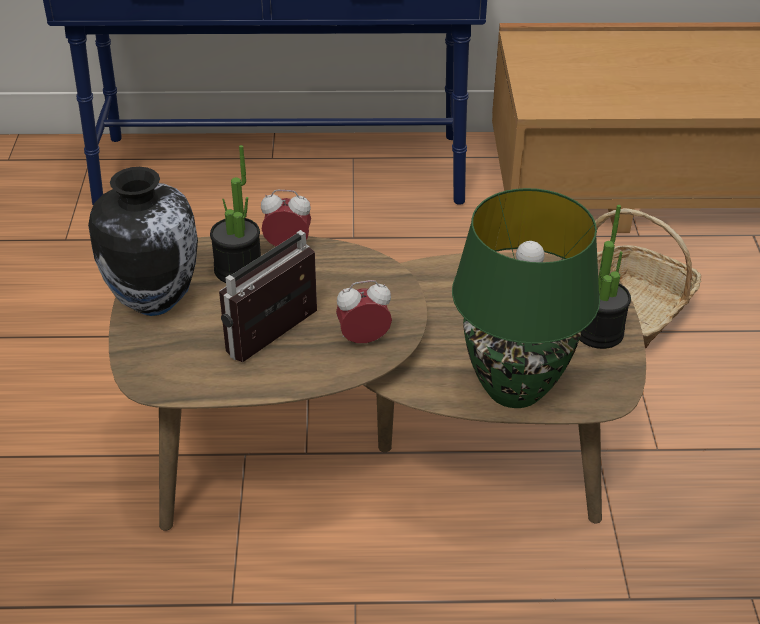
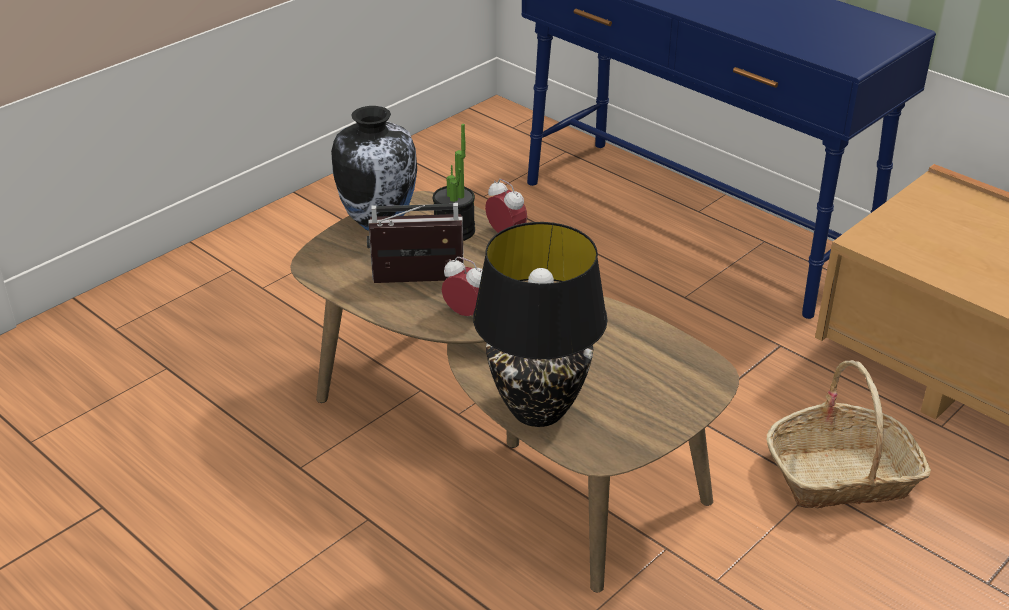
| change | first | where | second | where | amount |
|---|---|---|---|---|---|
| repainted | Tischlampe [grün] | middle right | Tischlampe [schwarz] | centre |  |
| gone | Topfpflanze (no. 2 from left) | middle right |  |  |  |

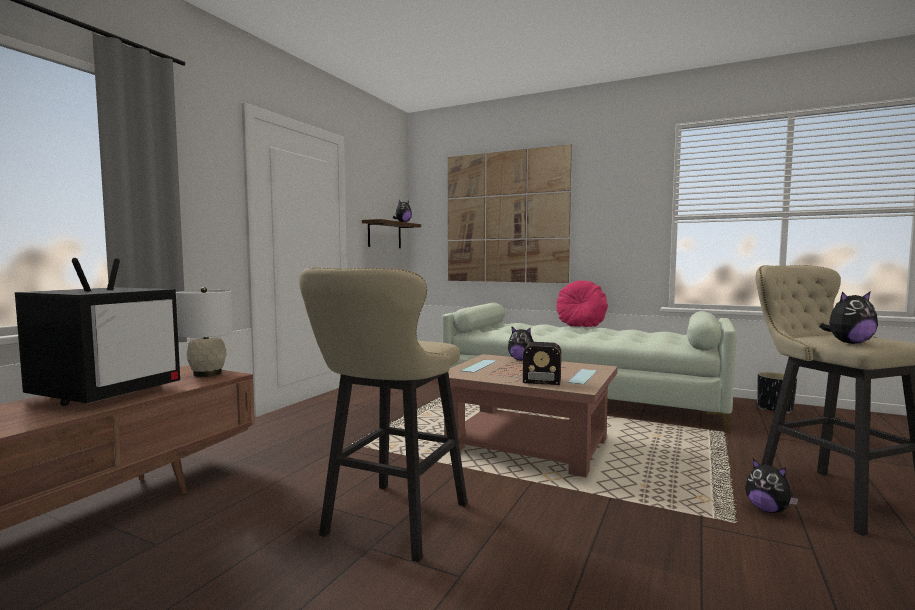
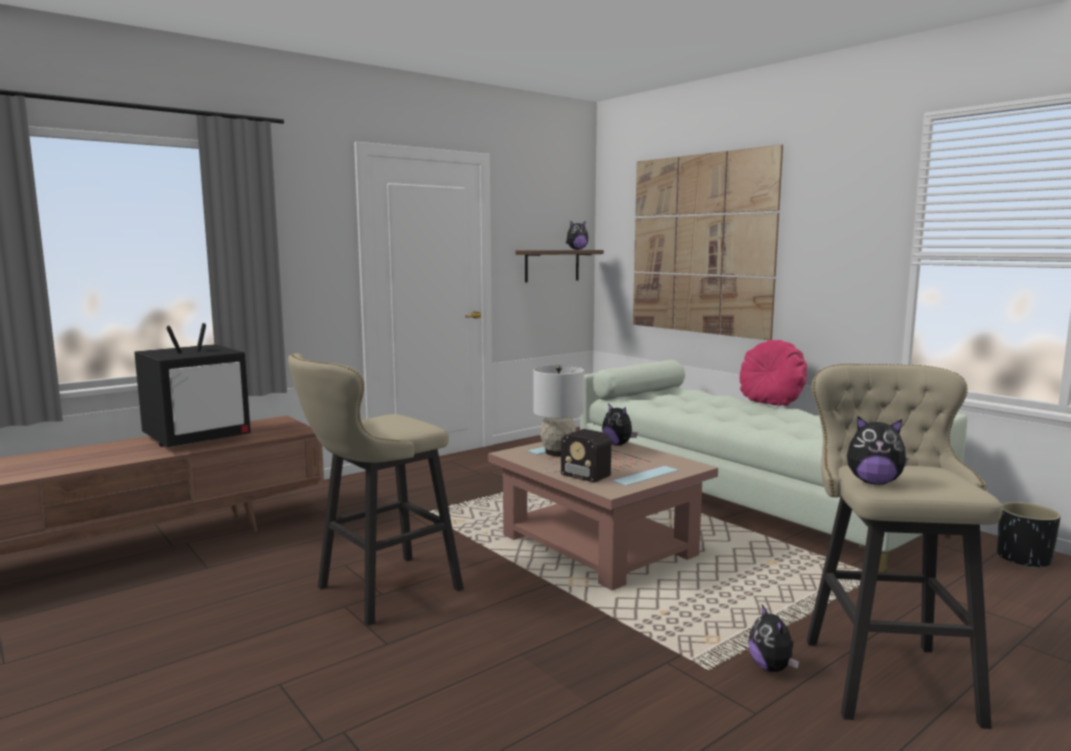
| change | first | where | second | where | amount |
|---|---|---|---|---|---|
| shifted | Tischlampe [weiß] | middle left |  | centre |  |

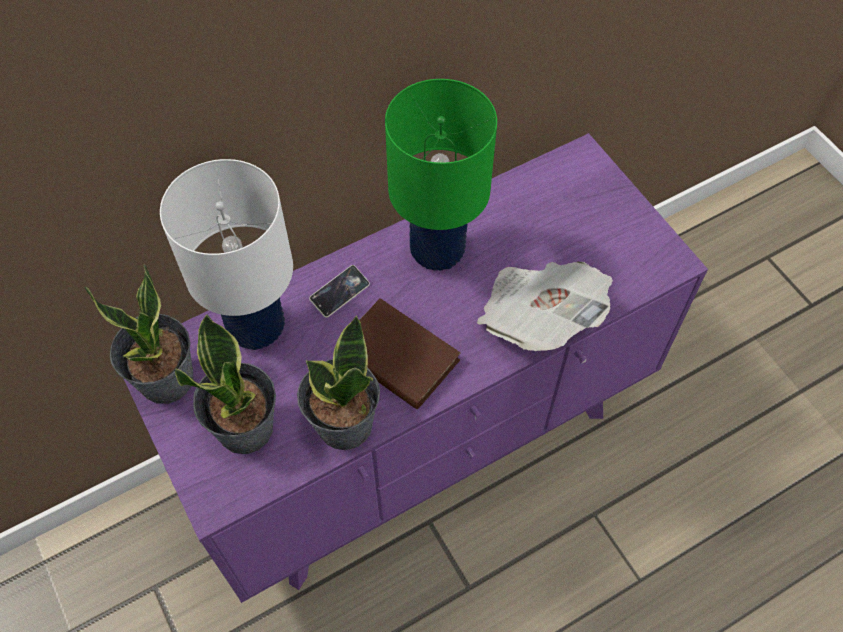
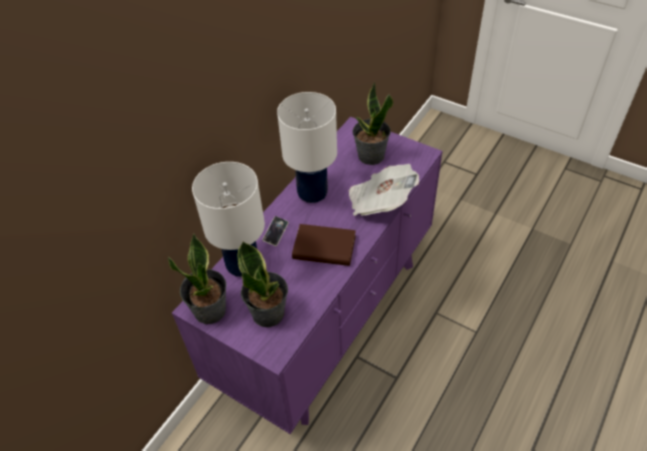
| change | first | where | second | where | amount |
|---|---|---|---|---|---|
| repainted | Tischlampe [grün] | top centre | Tischlampe [weiß] (no. 2 from left) | top centre |  |
| shifted | Topfpflanze (no. 3 from left) | centre |  | top centre |  |

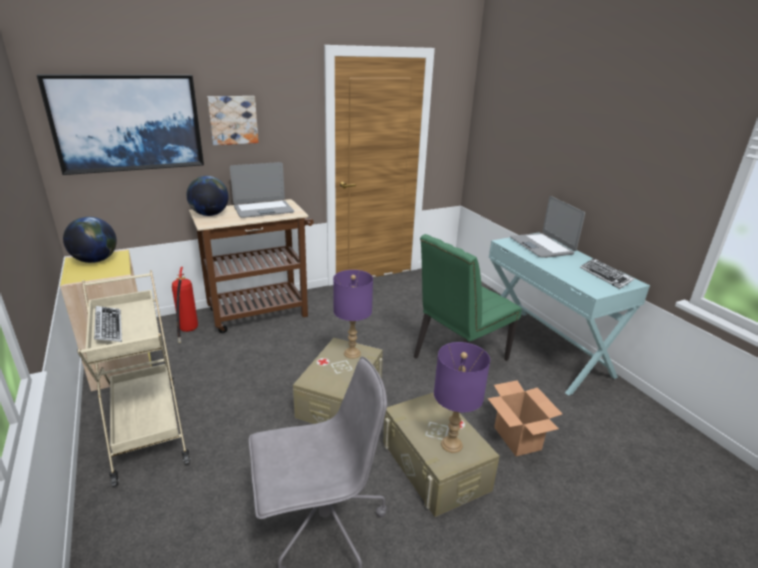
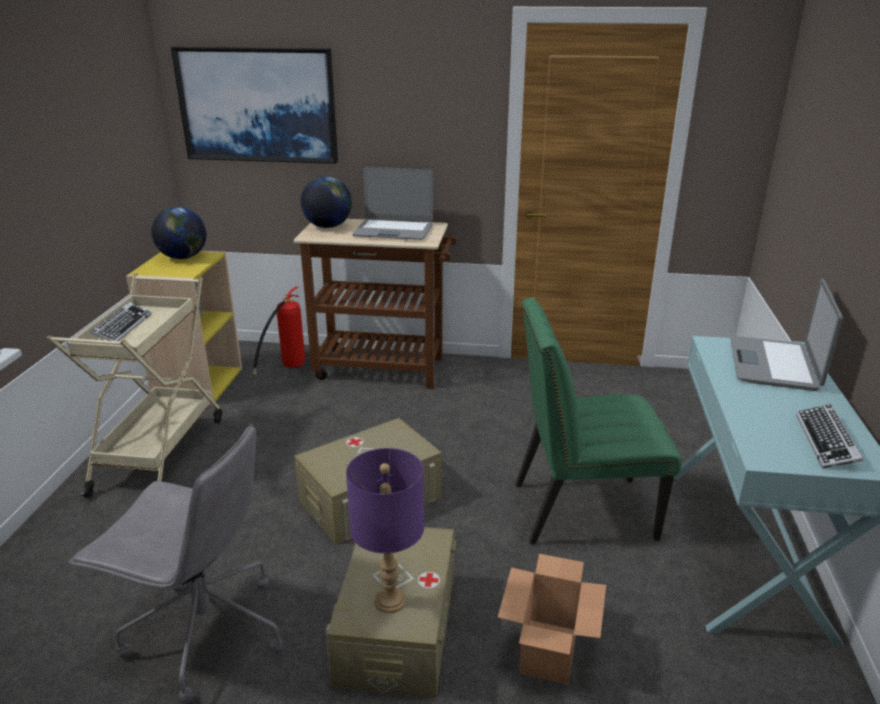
| change | first | where | second | where | amount |
|---|---|---|---|---|---|
| gone | Bild (no. 2 from left) | top left |  |  |  |
| gone | Tischlampe [lila] (no. 1 from left) | centre |  |  |  |

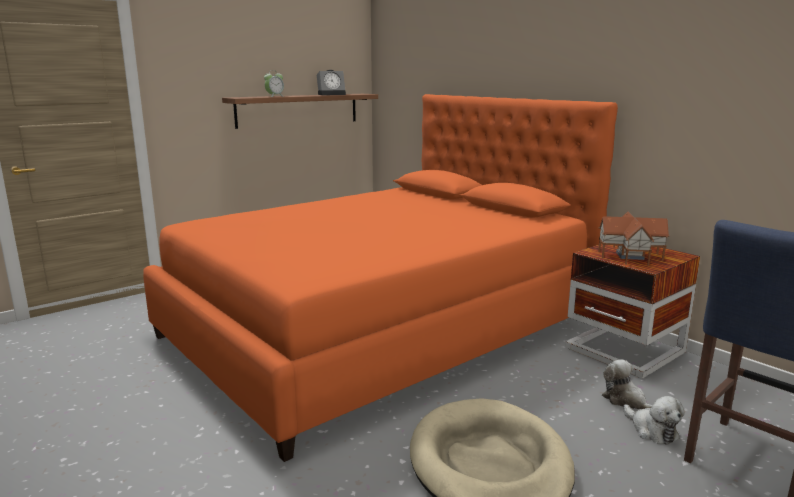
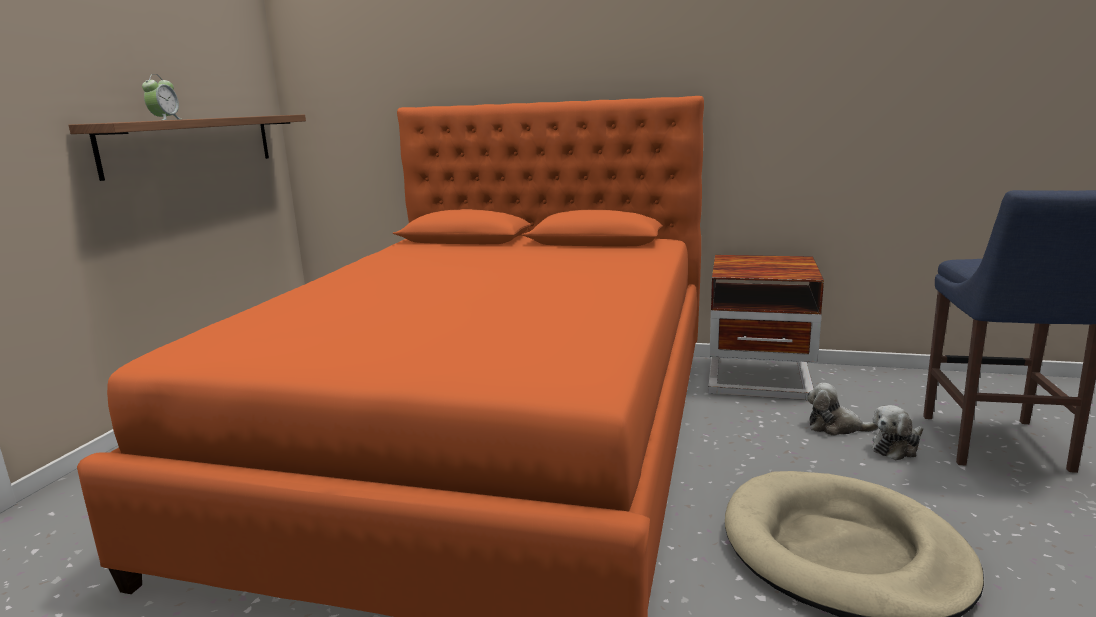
| change | first | where | second | where | amount |
|---|---|---|---|---|---|
| rotated | Plüschtier (no. 2 from left) | bottom right |  | bottom right | 120 degrees clockwise |
| gone | Wecker (no. 2 from left) | top centre |  |  |  |
| gone | Spielzeughaus | middle right |  |  |  |

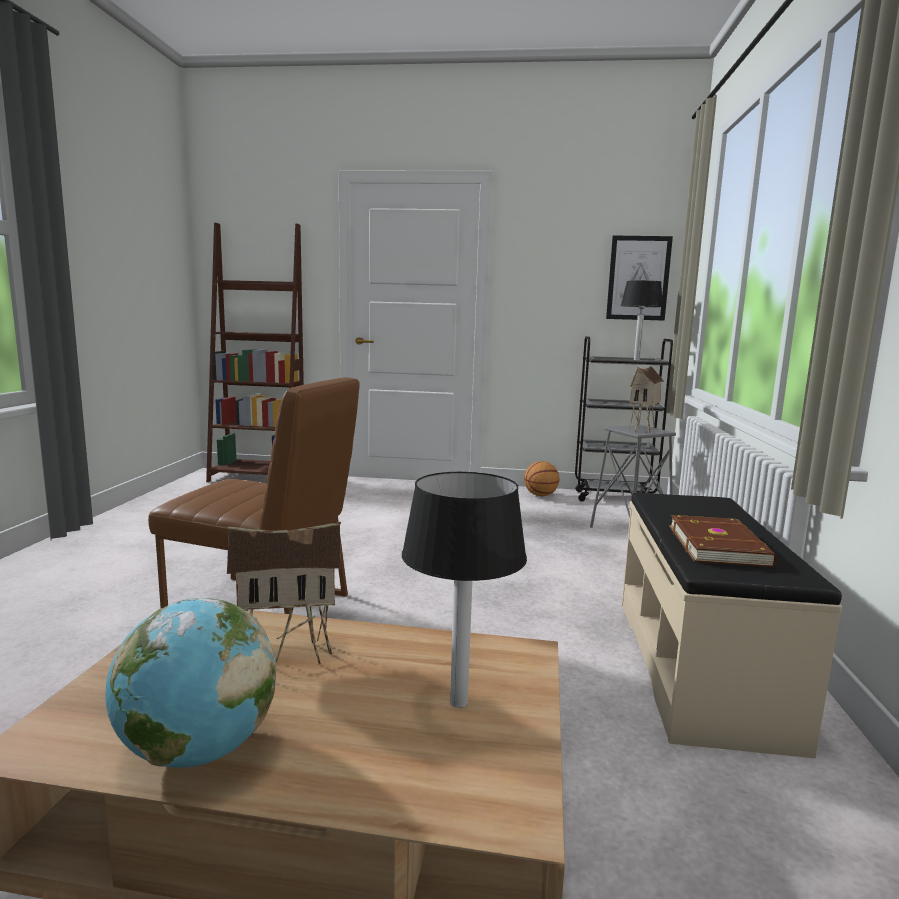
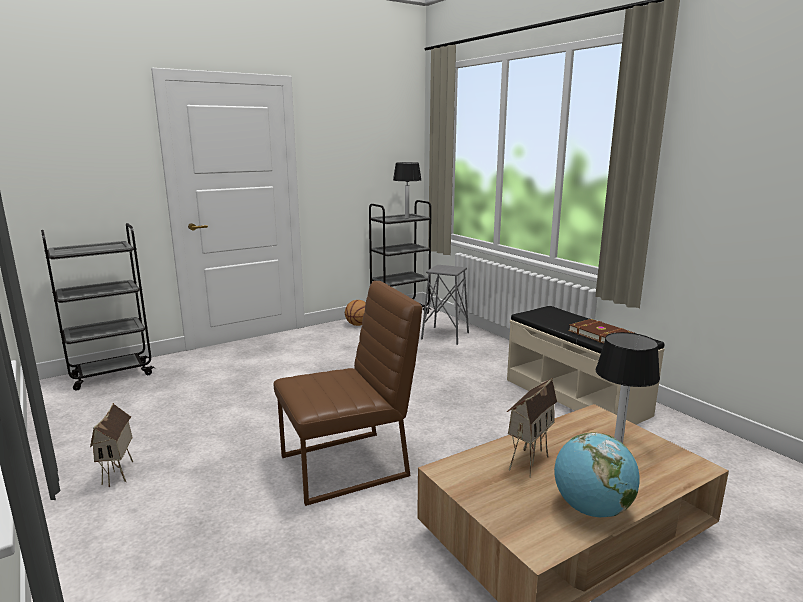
| change | first | where | second | where | amount |
|---|---|---|---|---|---|
| swapped | Bücherregal [braun] | middle left | Rollwagen [grau] (no. 1 from left) | middle left |  |
| shifted | Spielzeughaus (no. 2 from left in the first image) | middle right | Spielzeughaus (no. 1 from left) | bottom left |  |
| gone | Bild | top right |  |  |  |

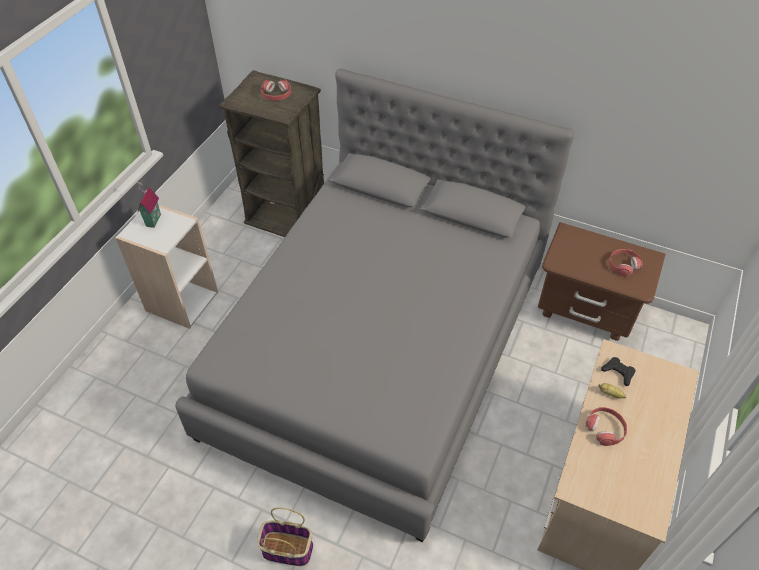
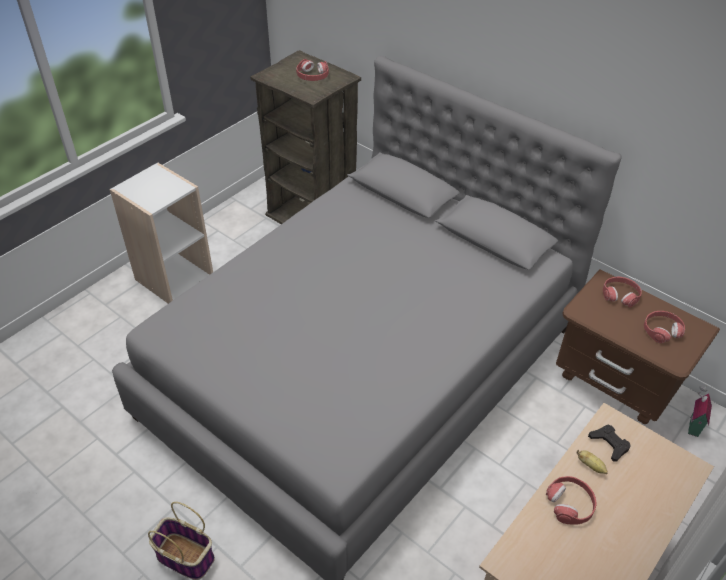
| change | first | where | second | where | amount |
|---|---|---|---|---|---|
| new |  |  | Kopfhörer [rot] (no. 3 from left) | middle right |  |
| shifted | Spielzeughaus | middle left |  | bottom right |  |

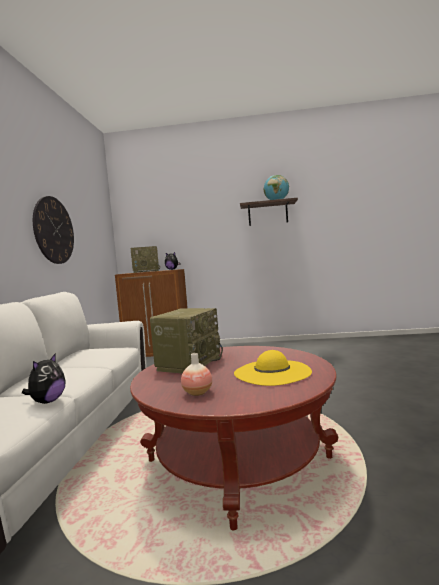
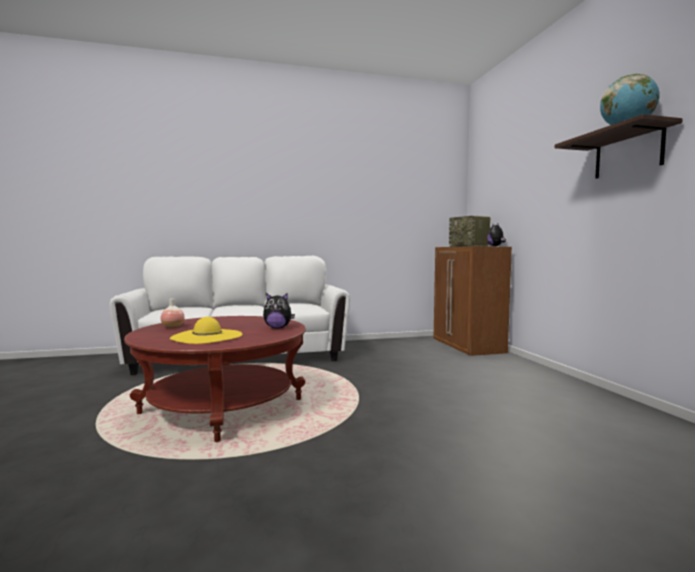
| change | first | where | second | where | amount |
|---|---|---|---|---|---|
| shifted | Plüschtier (no. 1 from left) | middle left |  | centre |  |
| gone | Wanduhr | middle left |  |  |  |
| gone | Radio (no. 2 from left) | centre |  |  |  |

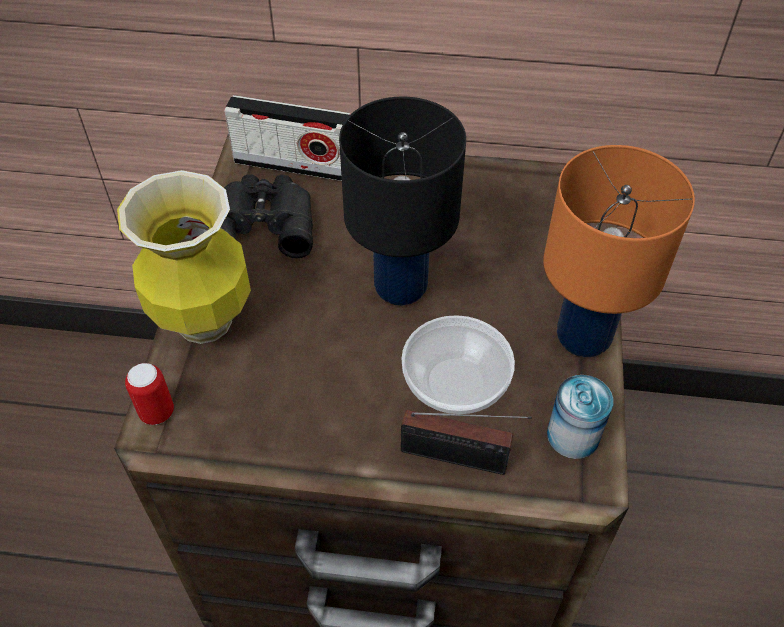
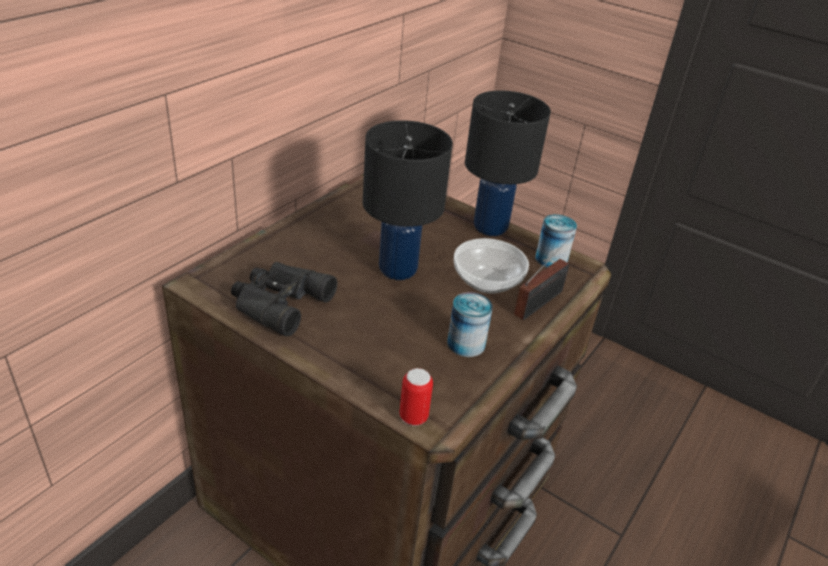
| change | first | where | second | where | amount |
|---|---|---|---|---|---|
| new |  |  | Dose (no. 2 from left) | centre |  |
| repainted | Tischlampe [orange] | middle right | Tischlampe [schwarz] (no. 2 from left) | top centre |  |
| gone | Vase | middle left |  |  |  |
| gone | Radio (no. 1 from left) | top centre |  |  |  |

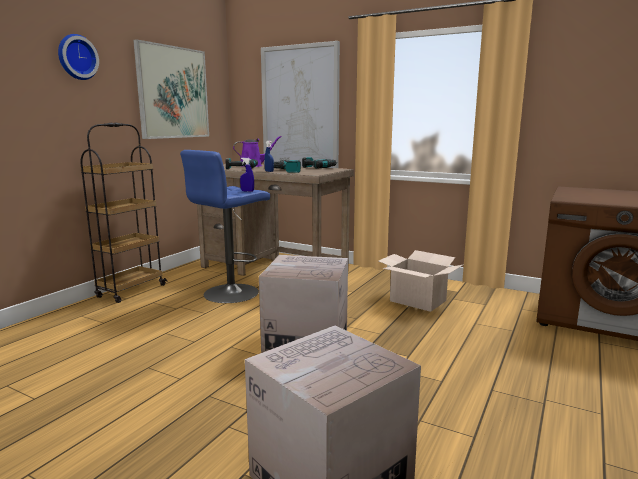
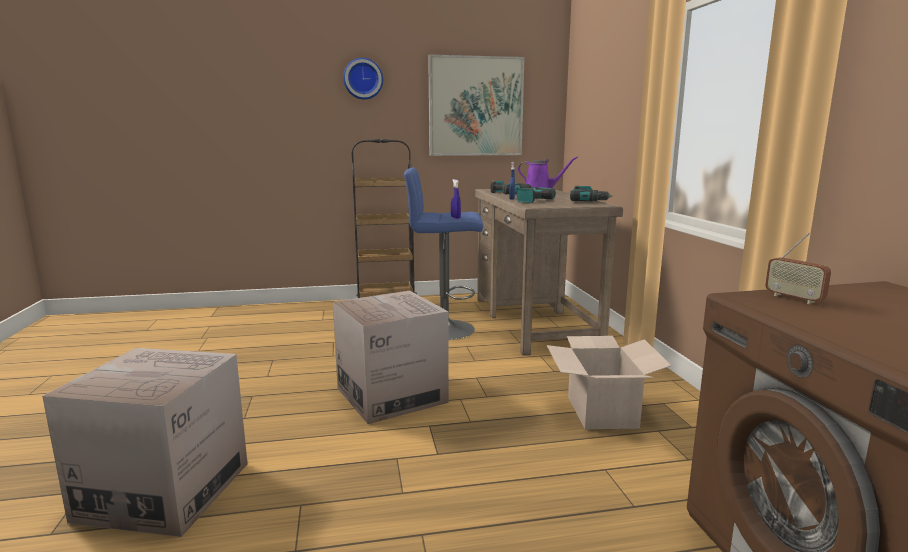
| change | first | where | second | where | amount |
|---|---|---|---|---|---|
| new |  |  | Radio | middle right |  |
| gone | Bild (no. 2 from left) | top centre |  |  |  |

